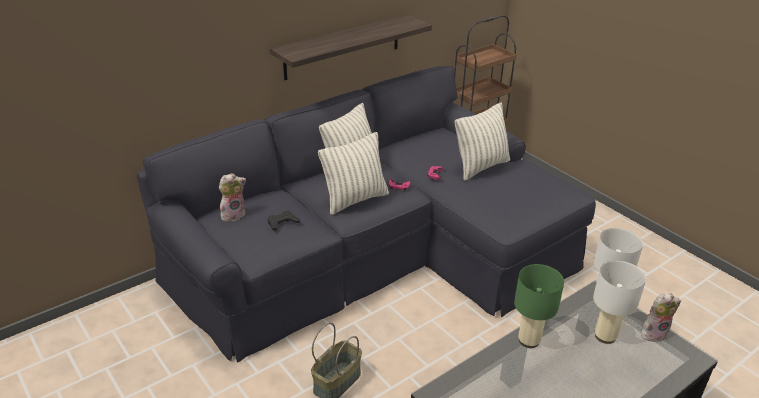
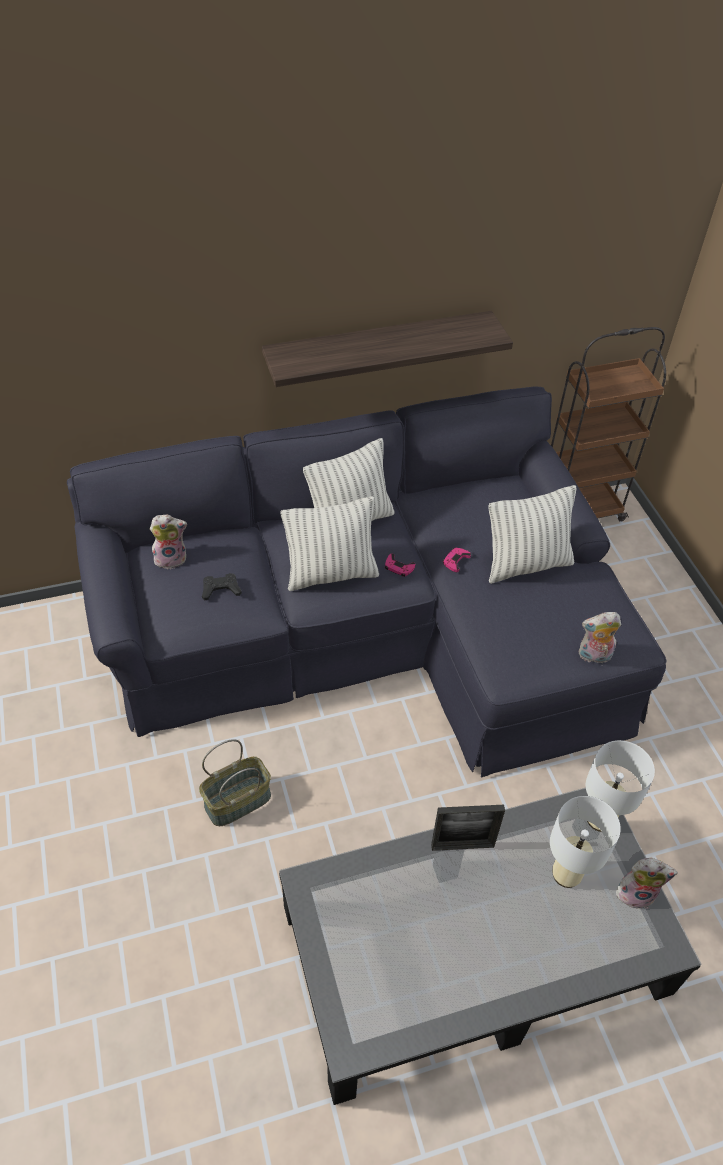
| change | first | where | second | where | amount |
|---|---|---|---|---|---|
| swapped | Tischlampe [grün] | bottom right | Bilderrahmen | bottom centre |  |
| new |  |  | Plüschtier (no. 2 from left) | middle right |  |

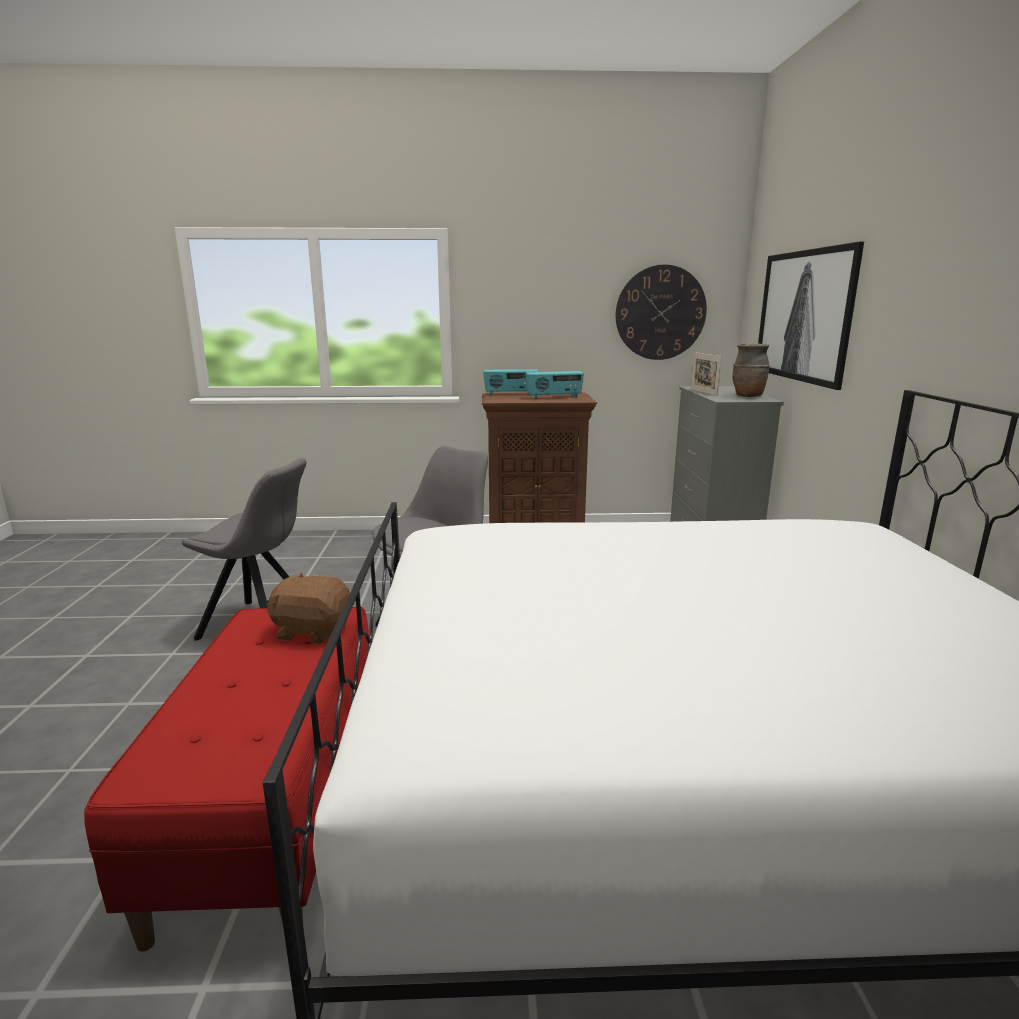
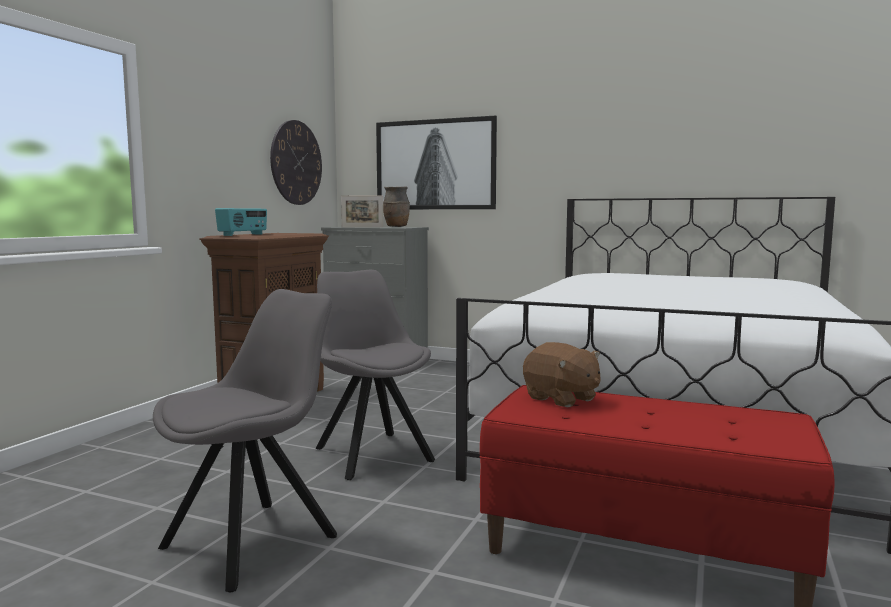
| change | first | where | second | where | amount |
|---|---|---|---|---|---|
| rotated | Plüschtier [braun] | middle left |  | centre | 75 degrees counterclockwise |
| gone | Radio (no. 2 from left) | centre |  |  |  |

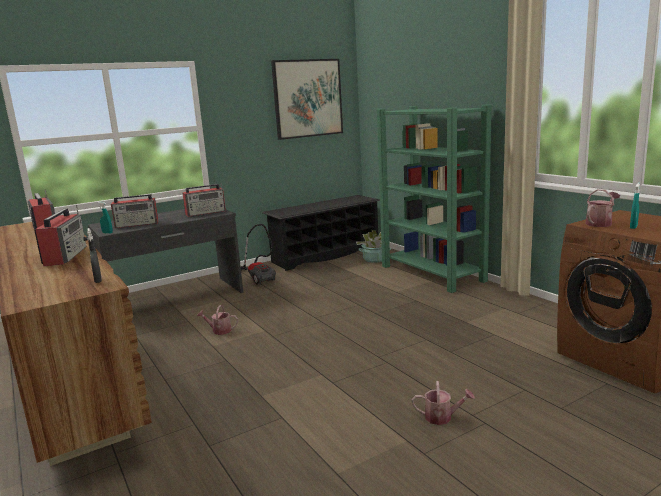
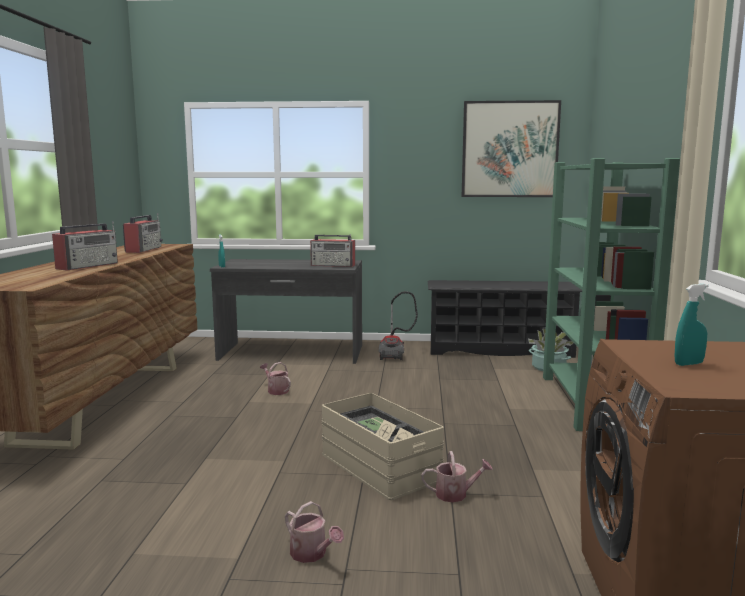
| change | first | where | second | where | amount |
|---|---|---|---|---|---|
| new |  |  | Aufbewahrungsbox [beige] | bottom centre |  |
| shifted | Gießkanne (no. 3 from left) | middle right |  | bottom centre |  |
| gone | Sprühflasche [grau] | middle left |  |  |  |
| gone | Radio (no. 3 from left) | middle left |  |  |  |

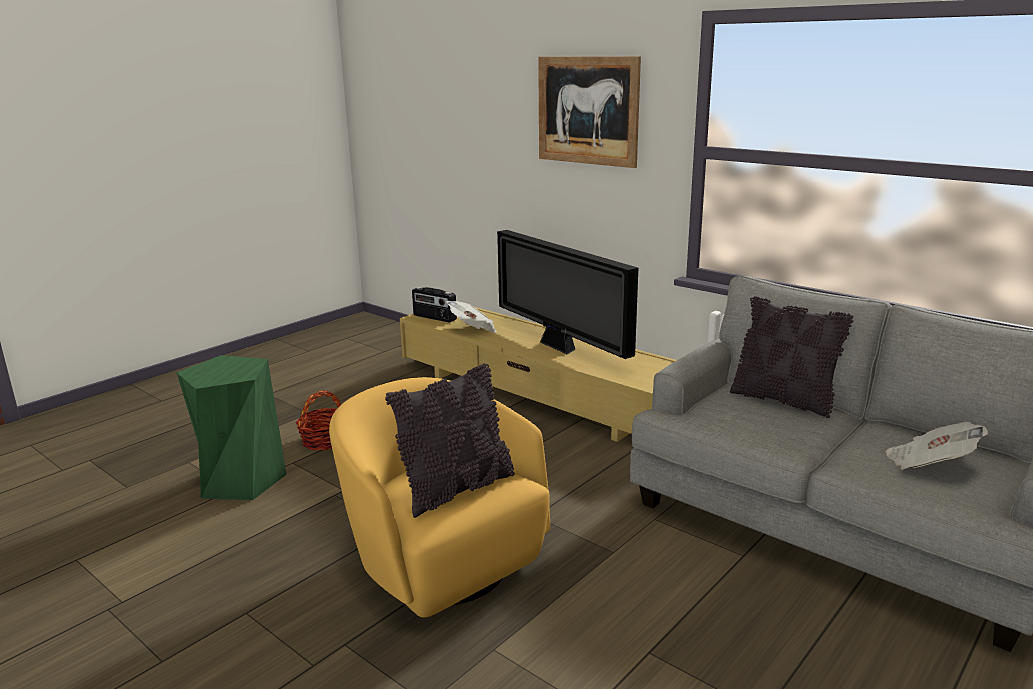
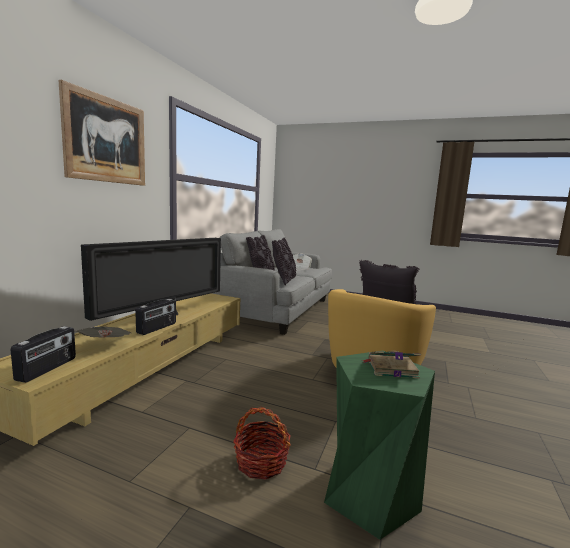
| change | first | where | second | where | amount |
|---|---|---|---|---|---|
| new |  |  | Radio (no. 2 from left) | middle left |  |
| new |  |  | Kissen [schwarz] (no. 2 from left) | centre |  |
| new |  |  | Buch | middle right |  |

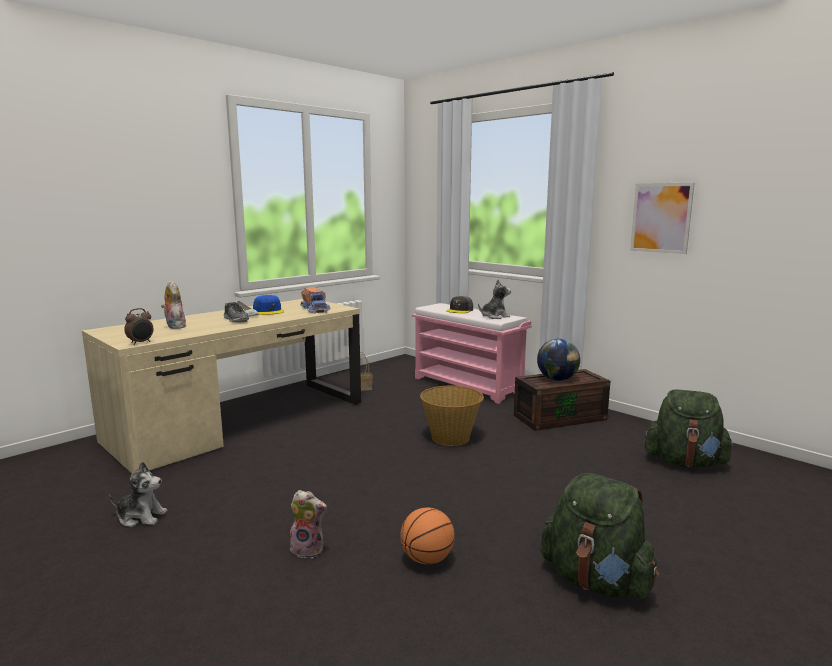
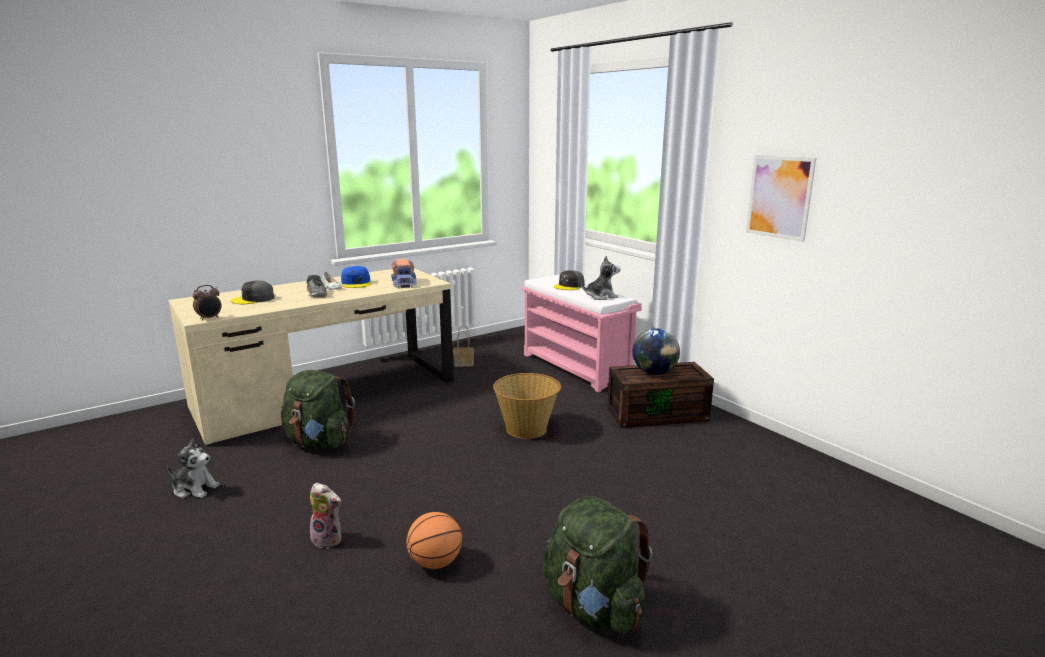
| change | first | where | second | where | amount |
|---|---|---|---|---|---|
| swapped | Plüschtier (no. 2 from left) | middle left | Kappe [grau] (no. 1 from left) | middle left |  |
| shifted | Rucksack [grün] (no. 2 from left in the first image) | middle right | Rucksack [grün] (no. 1 from left) | middle left |  |

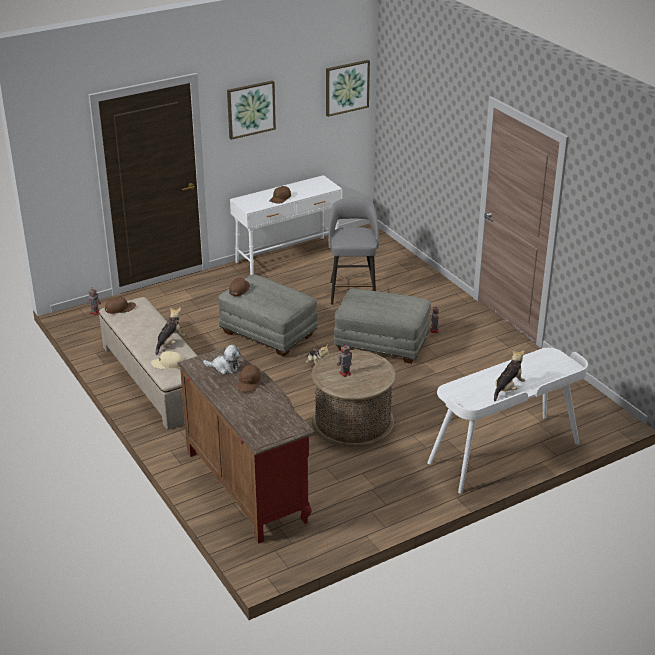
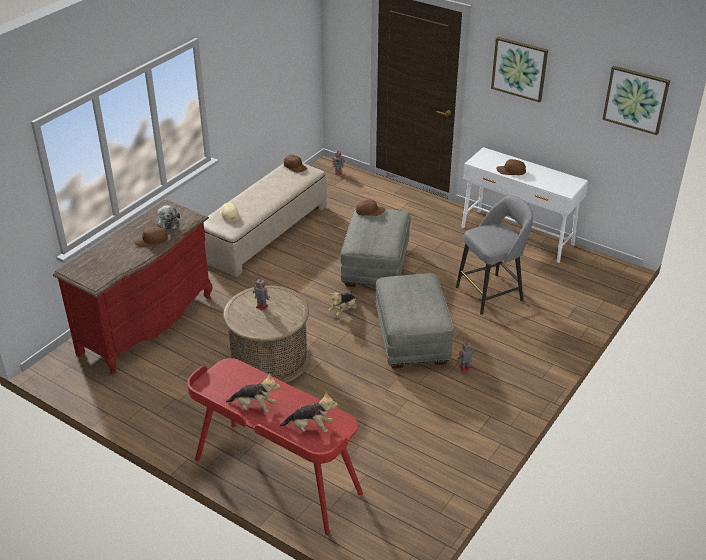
| change | first | where | second | where | amount |
|---|---|---|---|---|---|
| repainted | Schreibtisch [weiß] | middle right | Schreibtisch [rot] | bottom centre |  |
| shifted | Plüschtier (no. 1 from left in the first image) | middle left | Plüschtier (no. 3 from left) | bottom centre |  |

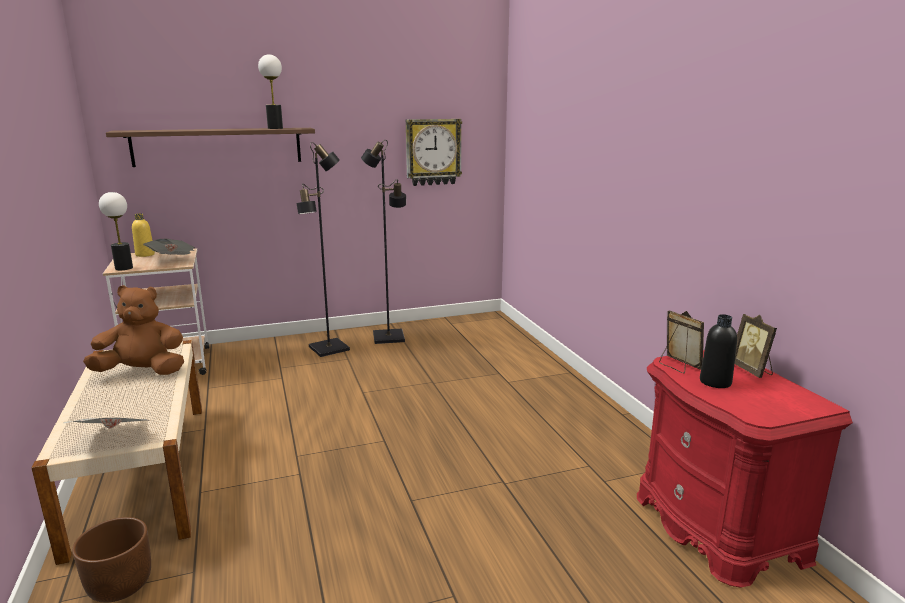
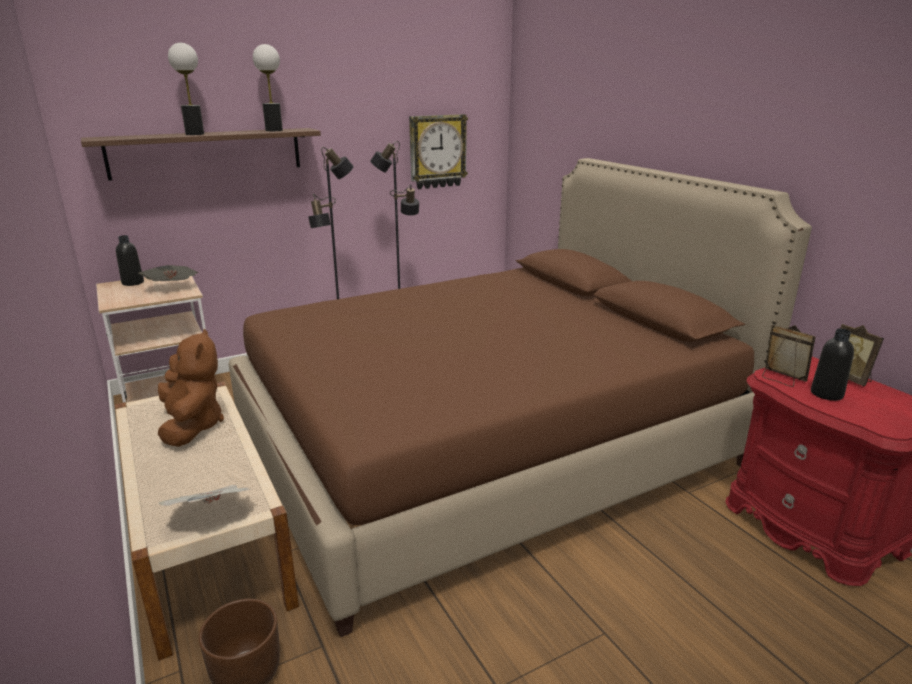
| change | first | where | second | where | amount |
|---|---|---|---|---|---|
| repainted | Flasche [gelb] | middle left | Flasche [schwarz] (no. 1 from left) | middle left |  |
| rotated | Plüschtier [braun] | middle left |  | middle left | 90 degrees clockwise |
| shifted | Tischlampe (no. 1 from left) | middle left |  | top left |  |
| new |  |  | Bett [braun] | centre |  |

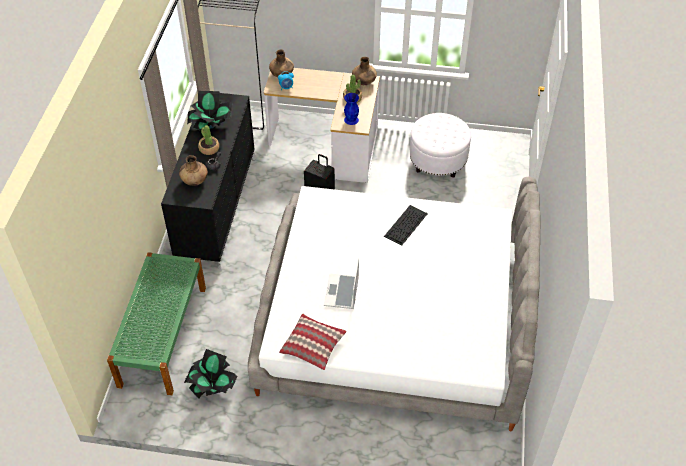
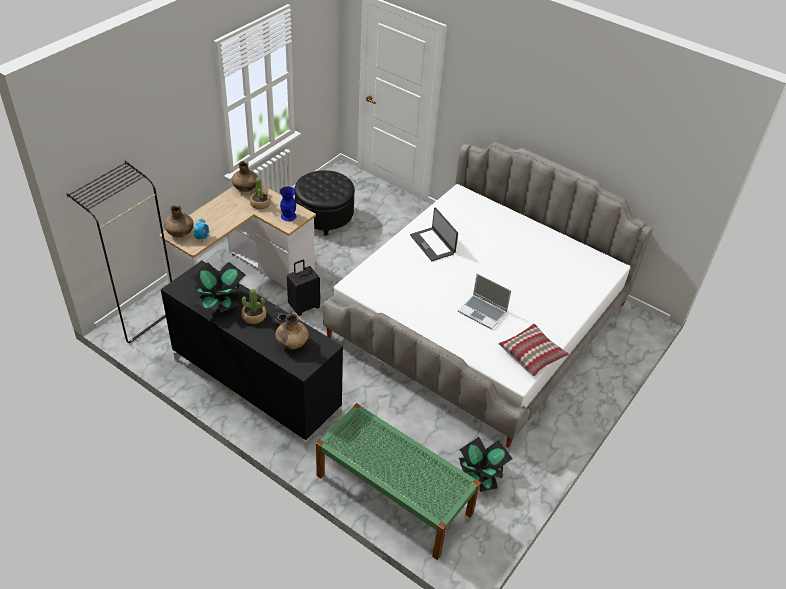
| change | first | where | second | where | amount |
|---|---|---|---|---|---|
| repainted | Polsterhocker [weiß] | top centre | Polsterhocker [schwarz] | centre |  |
| swapped | Tastatur | centre | Laptop (no. 1 from left) | centre |  |

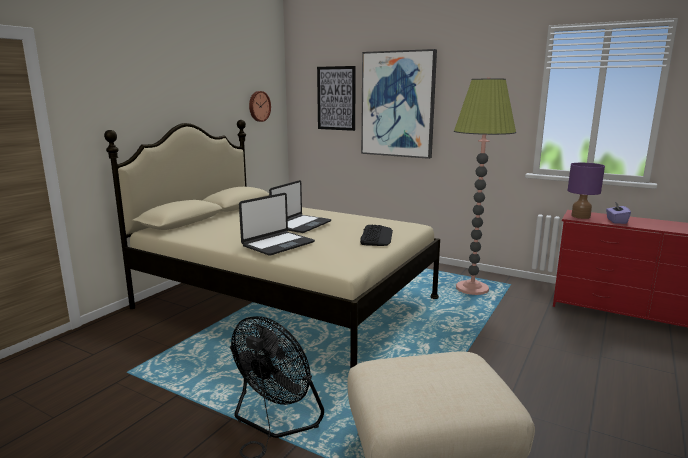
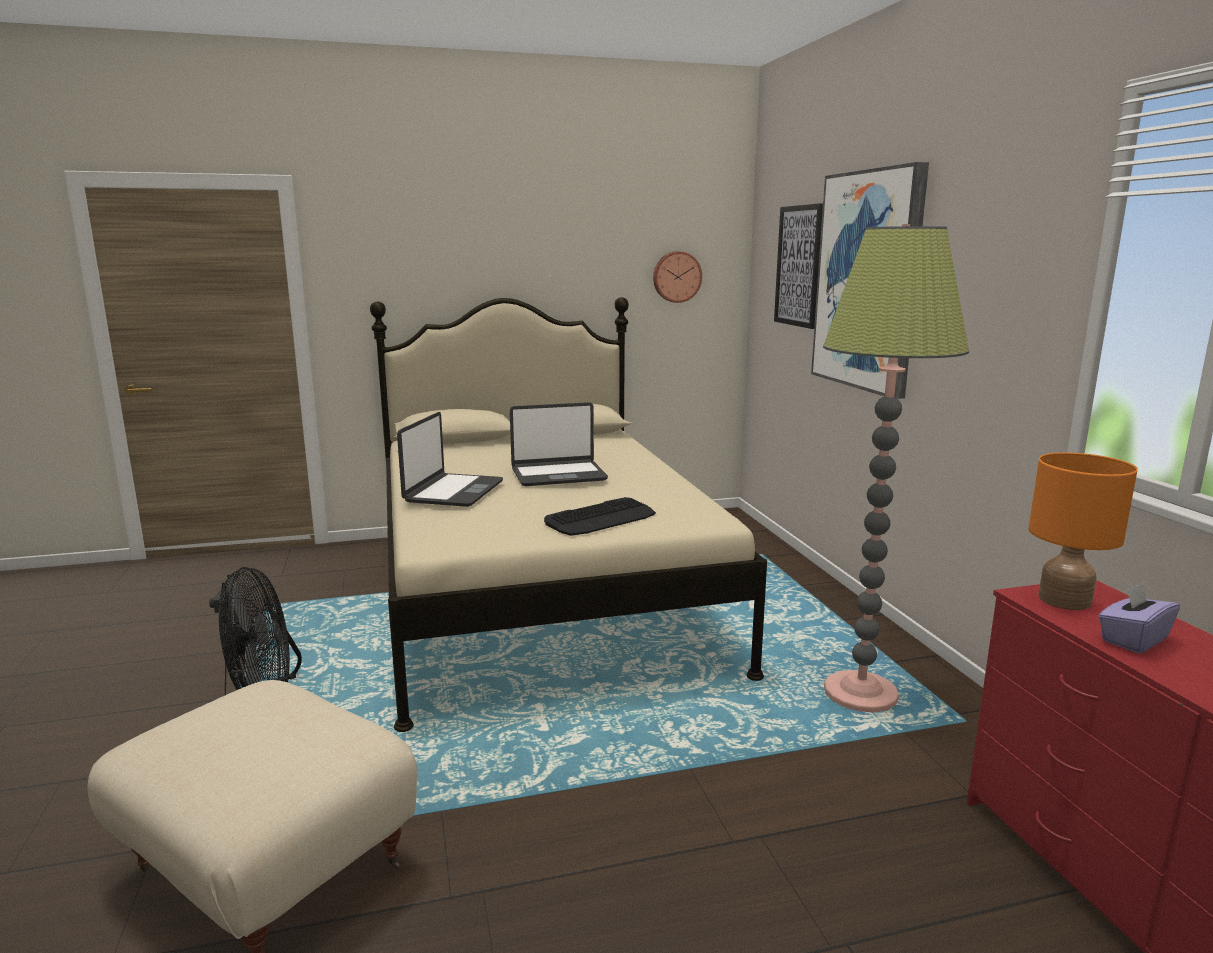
| change | first | where | second | where | amount |
|---|---|---|---|---|---|
| rotated | Laptop (no. 1 from left) | centre |  | centre | 75 degrees counterclockwise |
| repainted | Tischlampe [lila] | middle right | Tischlampe [orange] | middle right |  |

